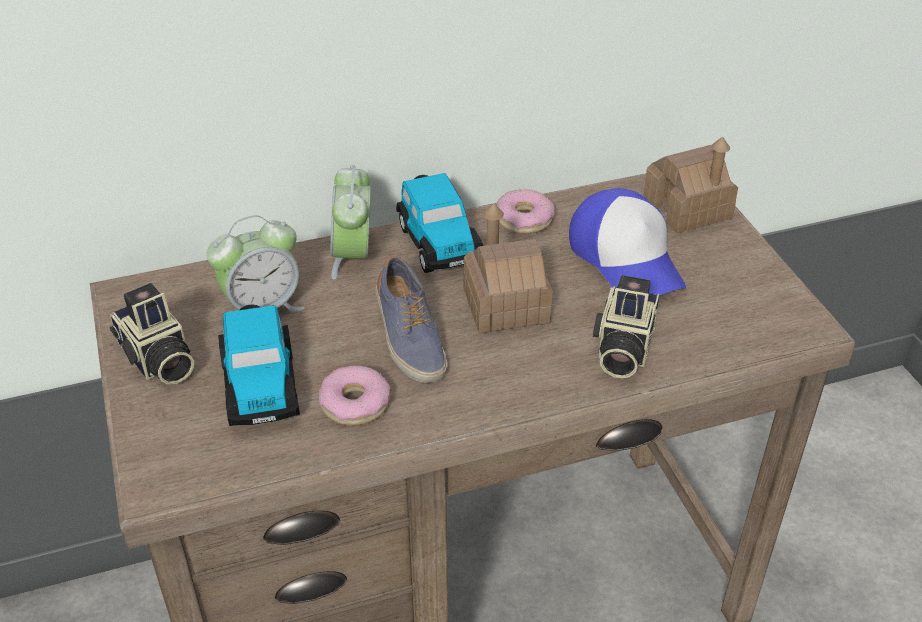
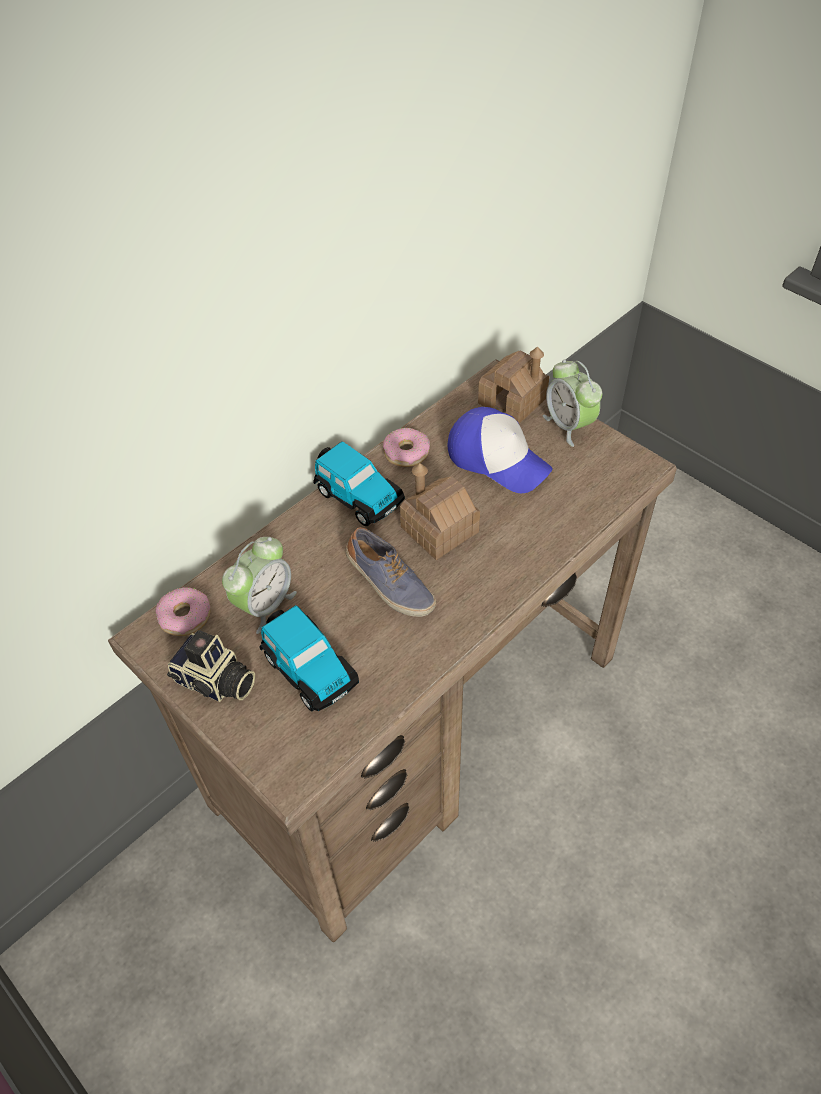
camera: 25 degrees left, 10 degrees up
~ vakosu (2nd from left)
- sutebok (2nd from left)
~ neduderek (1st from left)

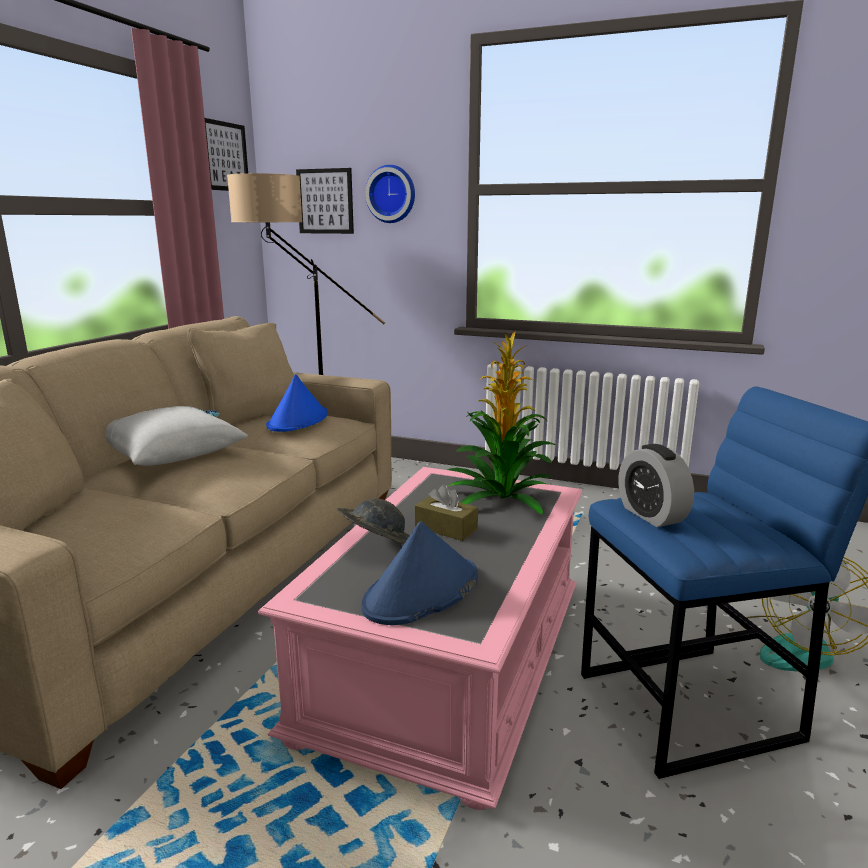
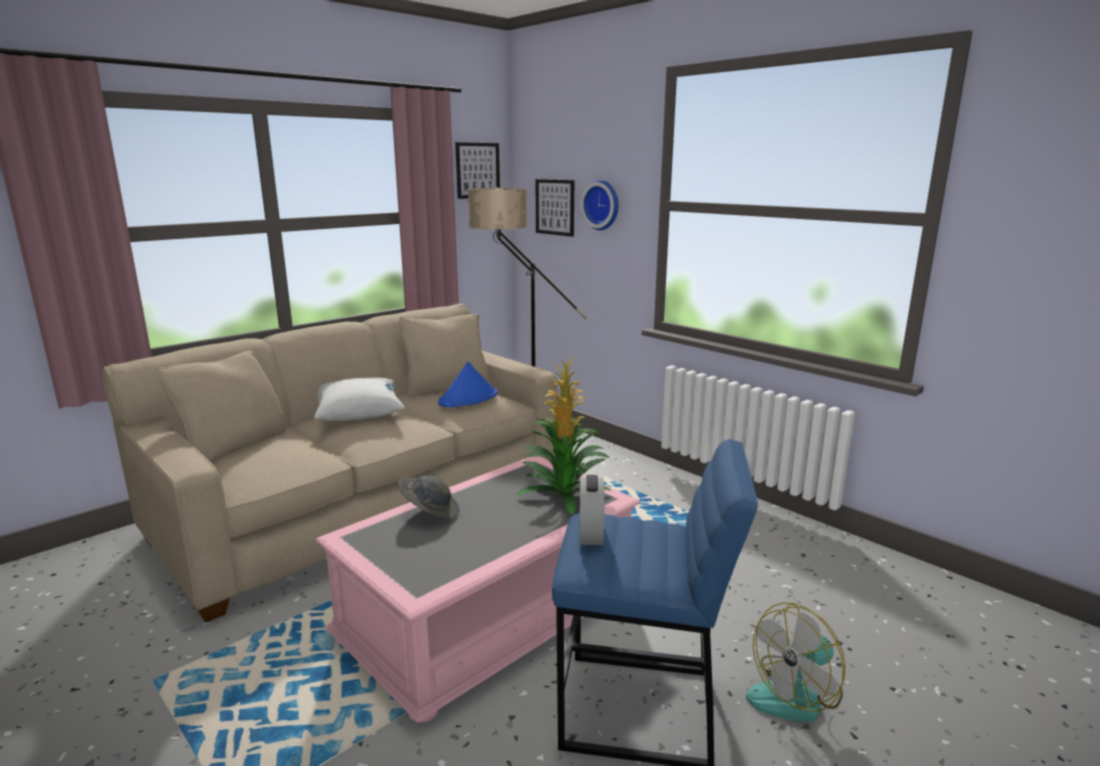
camera: 25 degrees right, 0 degrees up
- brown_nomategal
- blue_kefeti (2nd from left)

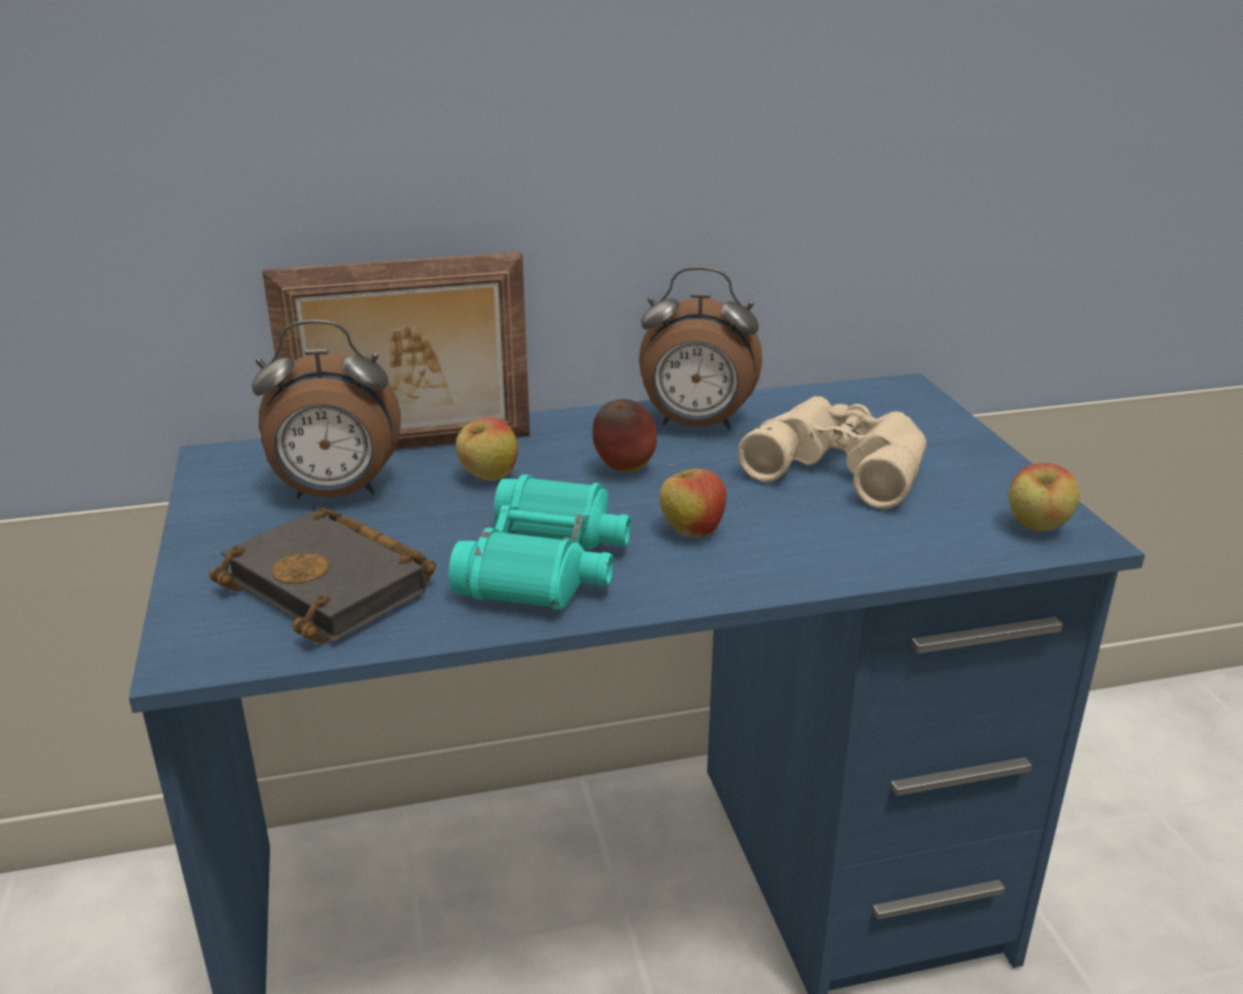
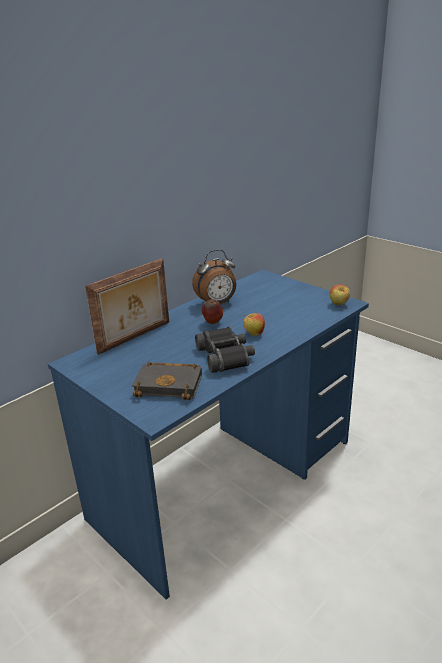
camera: 30 degrees left, 0 degrees up
- vakosu (1st from left)
- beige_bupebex
- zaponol (1st from left)
~ turquoise_bupebex to black_bupebex

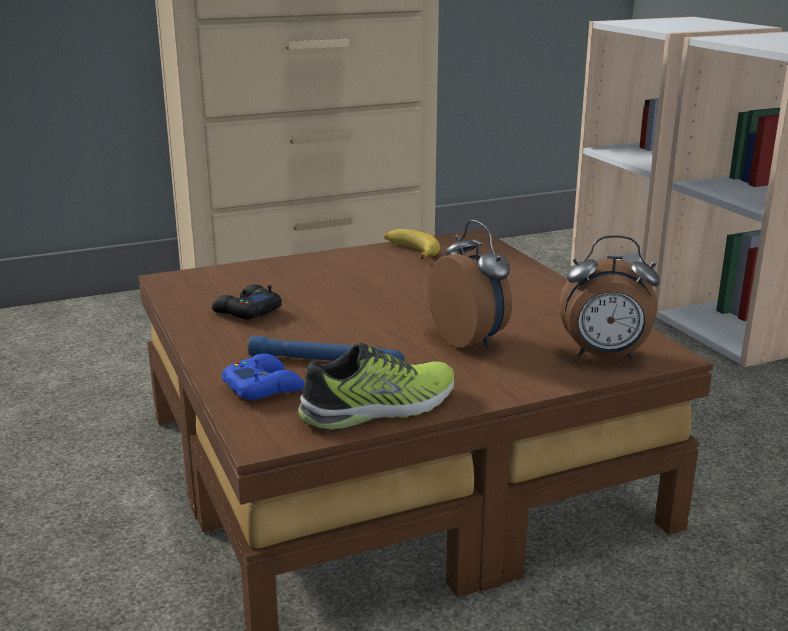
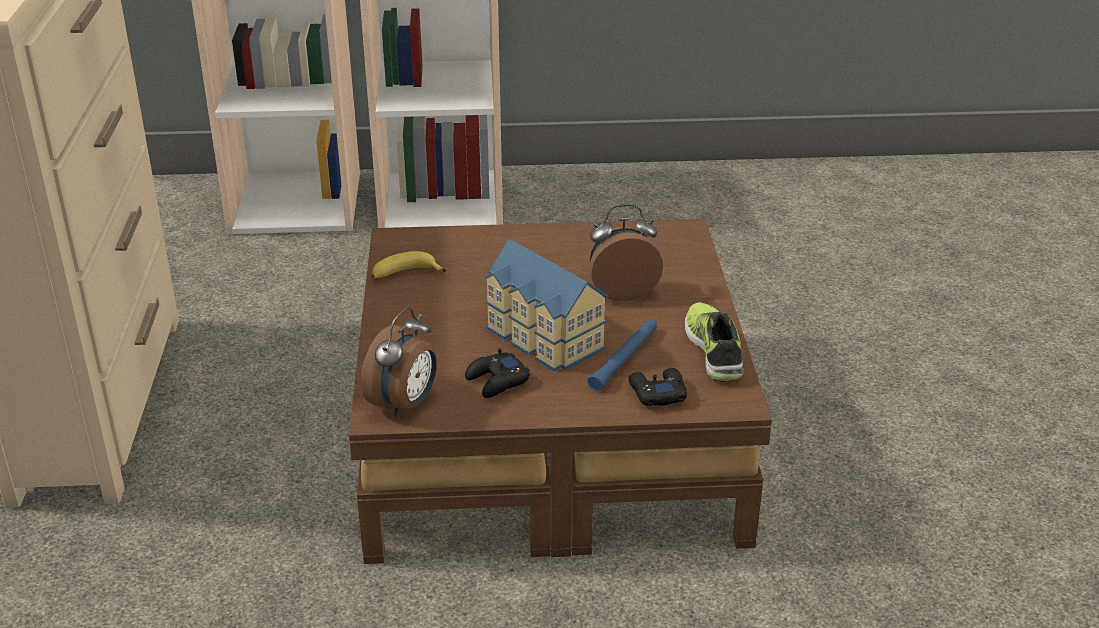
camera: 70 degrees left, 10 degrees up
~ vakosu (2nd from left in the first image) to vakosu (1st from left)
~ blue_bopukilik to black_bopukilik (2nd from left)
+ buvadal

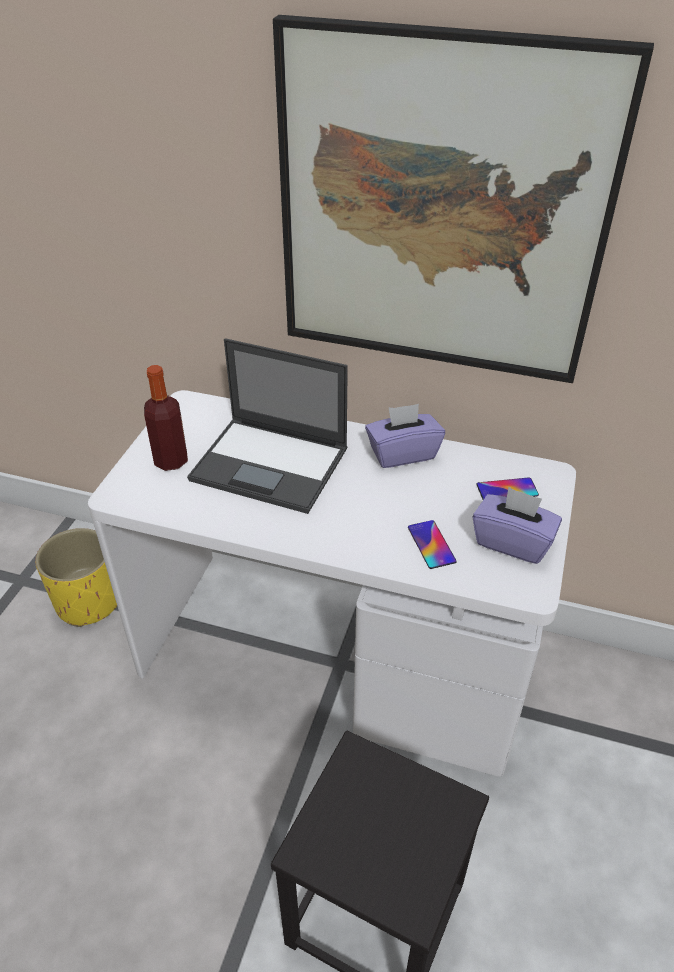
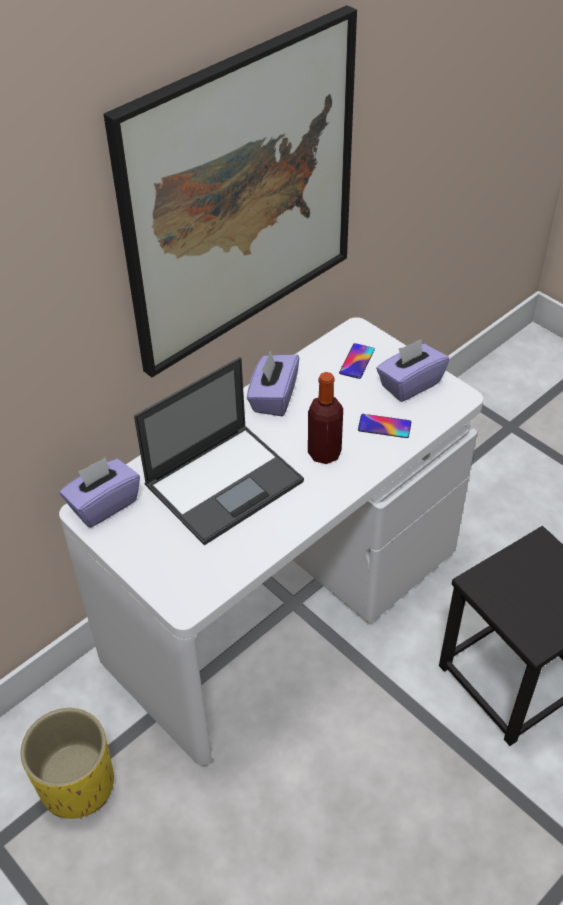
camera: 60 degrees left, 5 degrees up
~ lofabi
+ purple_nomategal (1st from left)

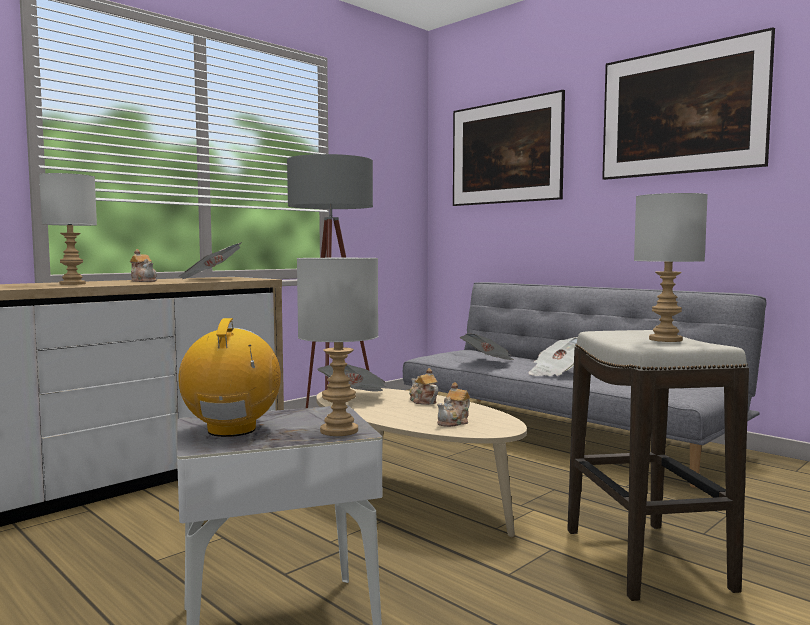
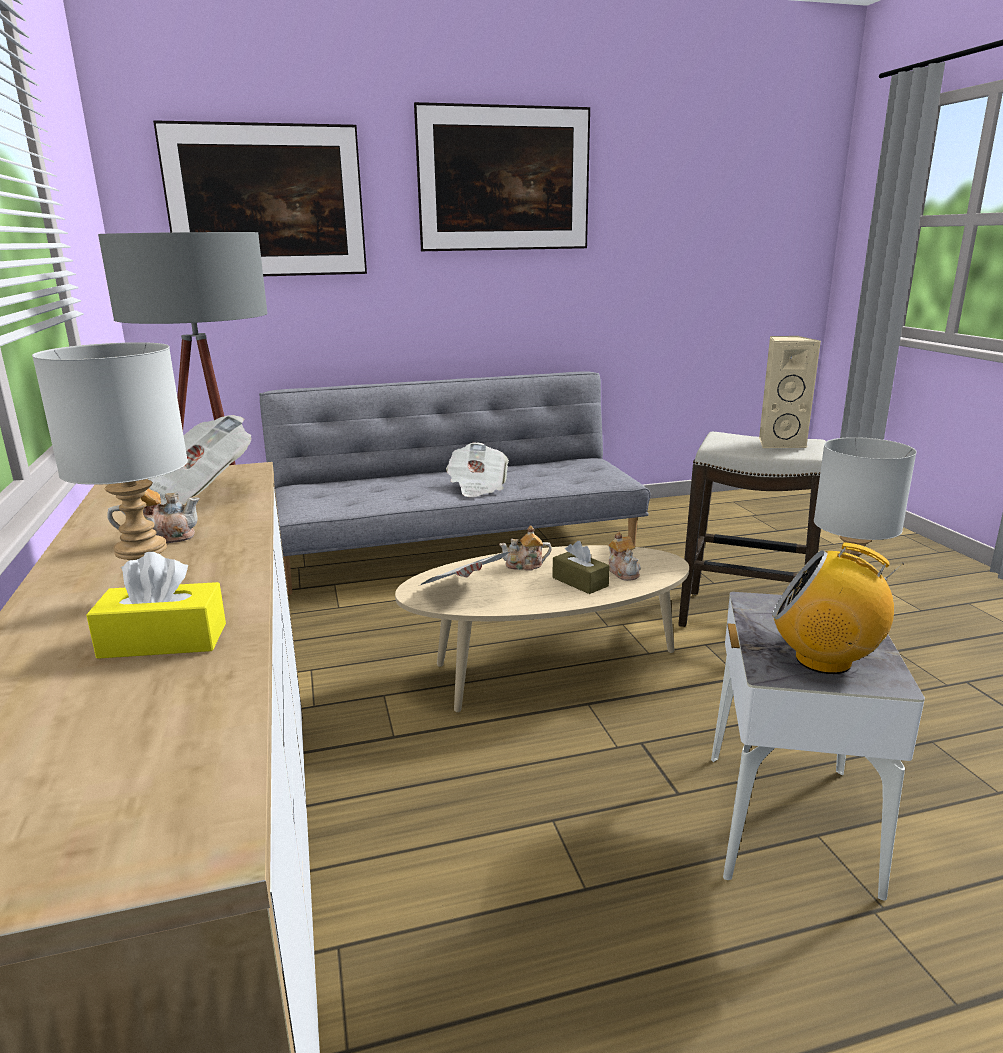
camera: 60 degrees left, 15 degrees up
~ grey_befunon (3rd from left) to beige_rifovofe
- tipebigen (3rd from left)
+ brown_nomategal
+ yellow_nomategal

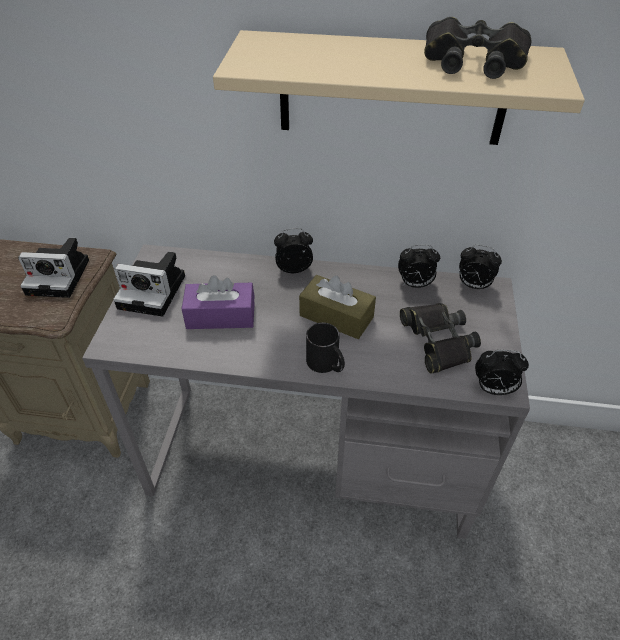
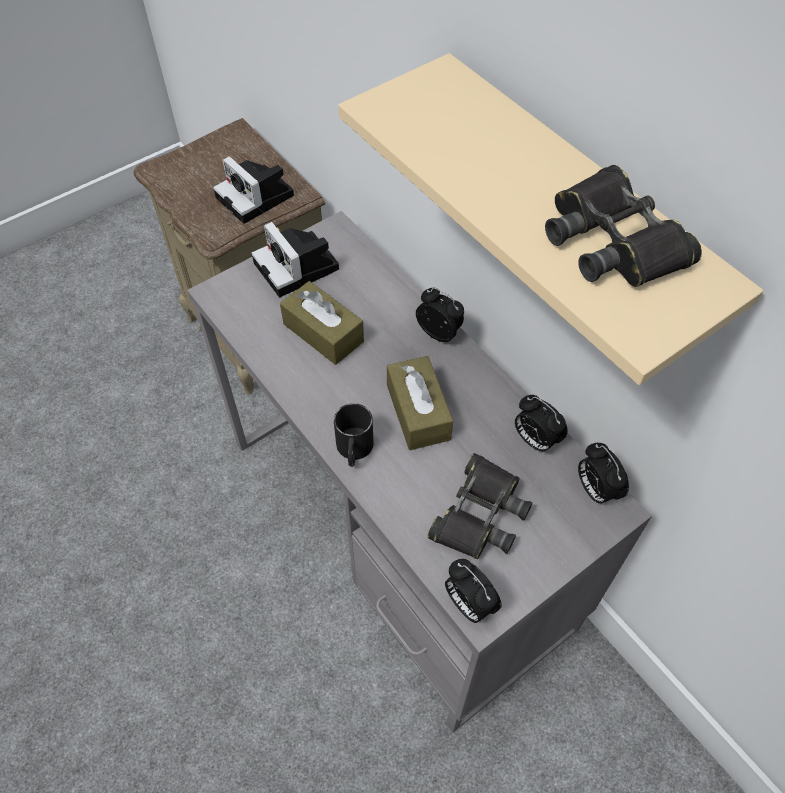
camera: 45 degrees right, 10 degrees up
~ purple_nomategal to brown_nomategal (1st from left)

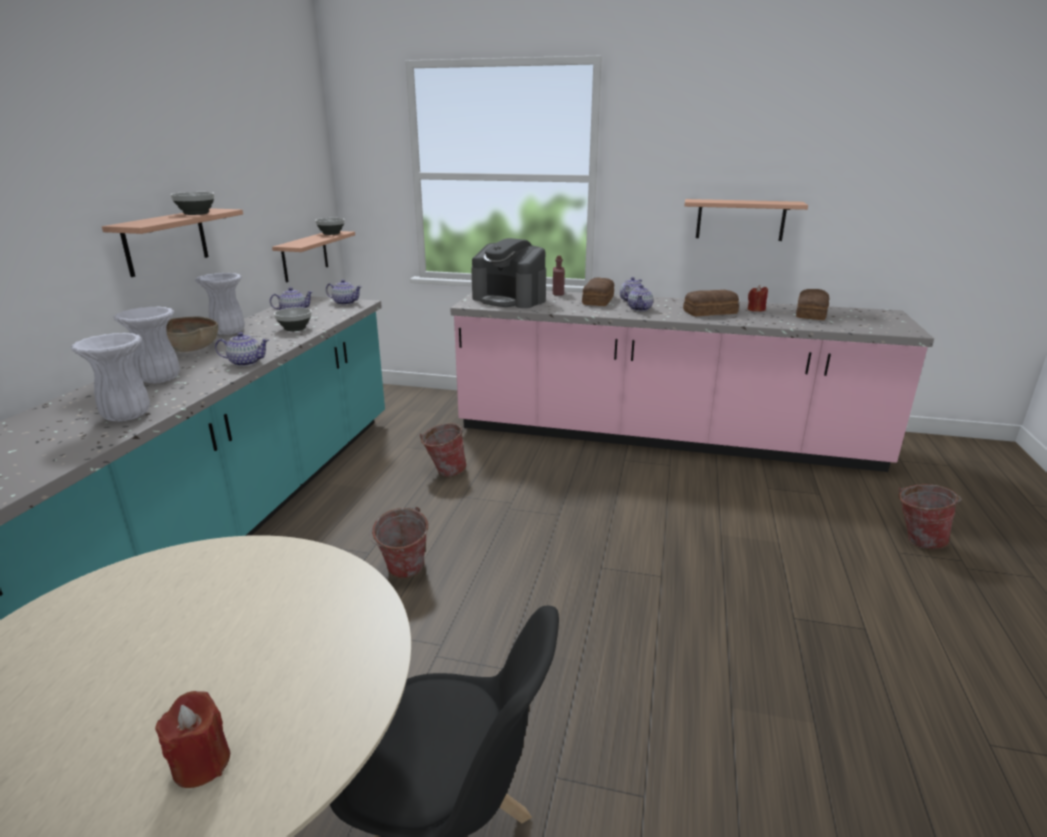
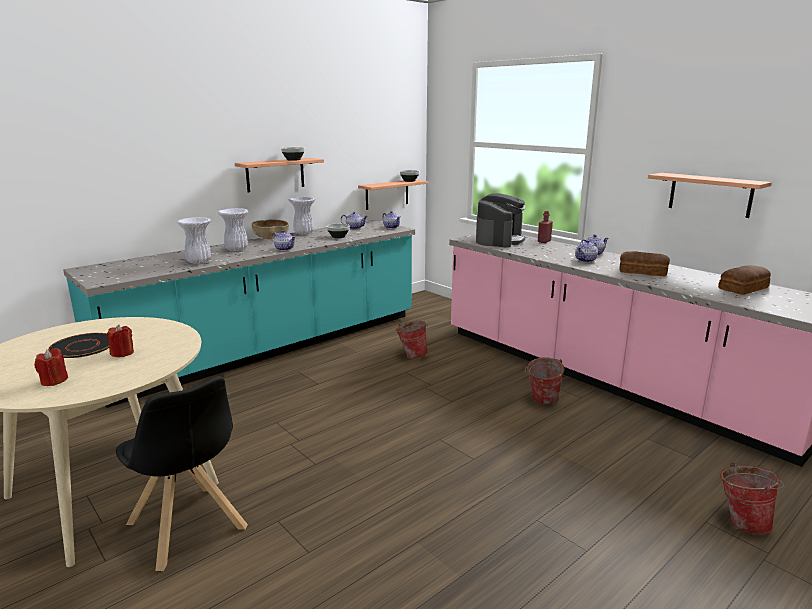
camera: 35 degrees right, 5 degrees down
~ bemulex 135 degrees counterclockwise
- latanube (1st from left)
~ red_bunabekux (2nd from left)
~ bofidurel (1st from left in the first image) to bofidurel (2nd from left)
+ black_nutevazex

